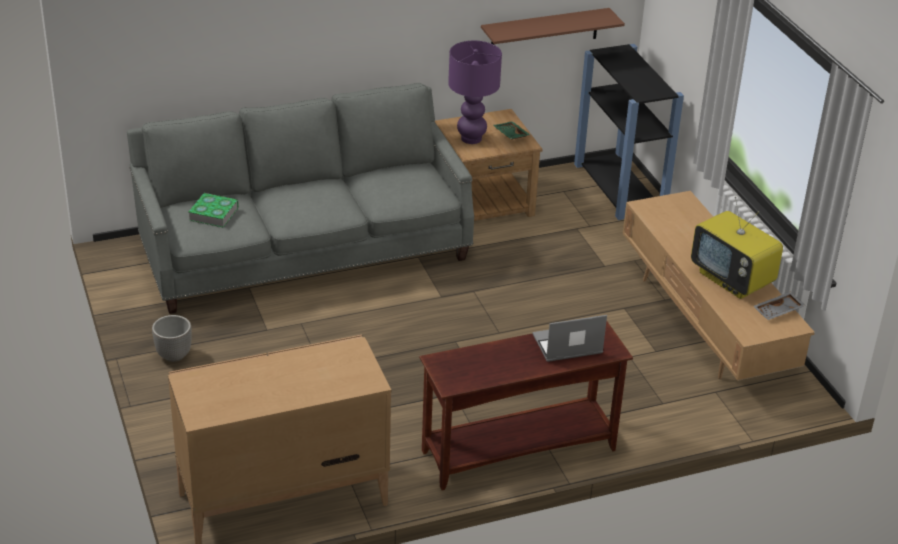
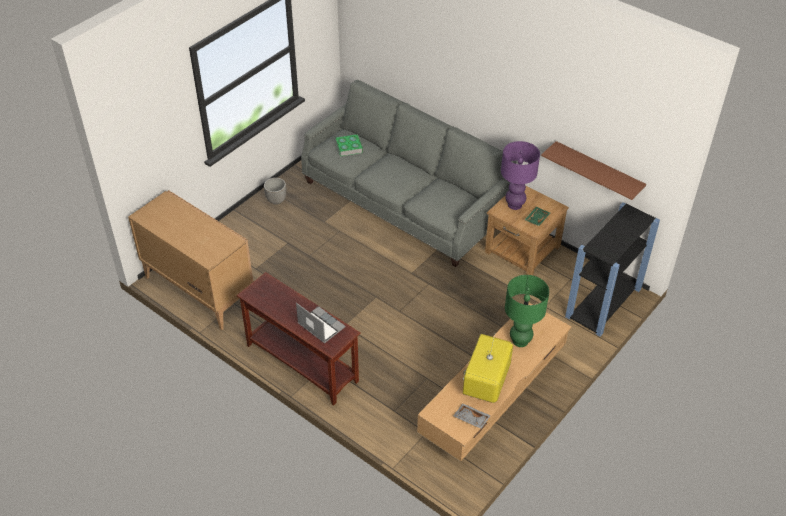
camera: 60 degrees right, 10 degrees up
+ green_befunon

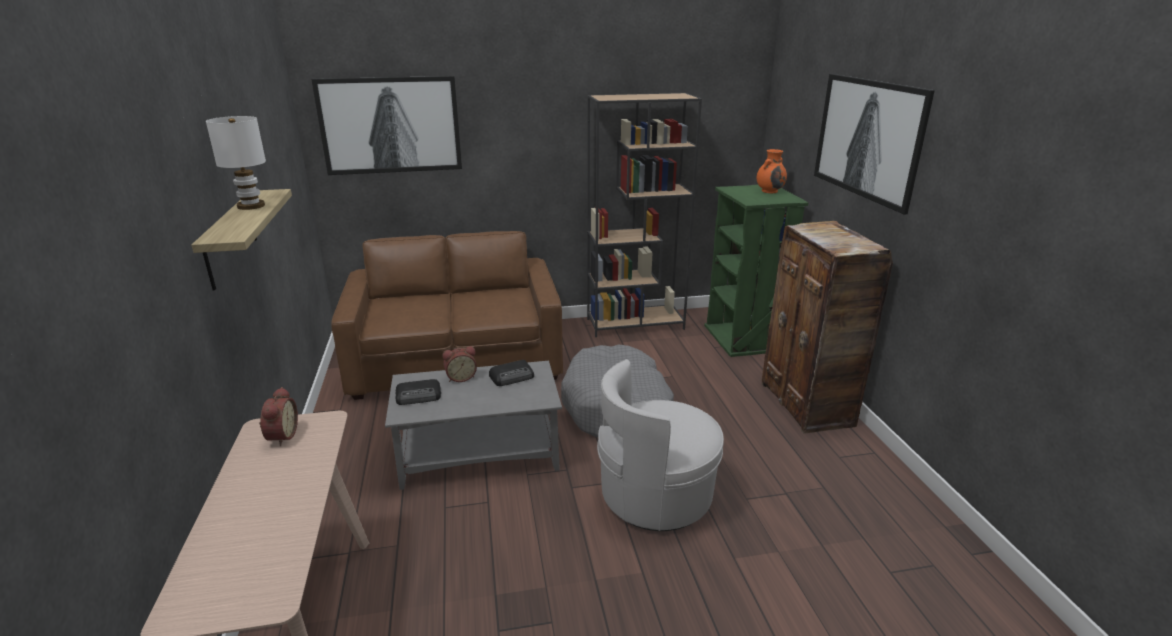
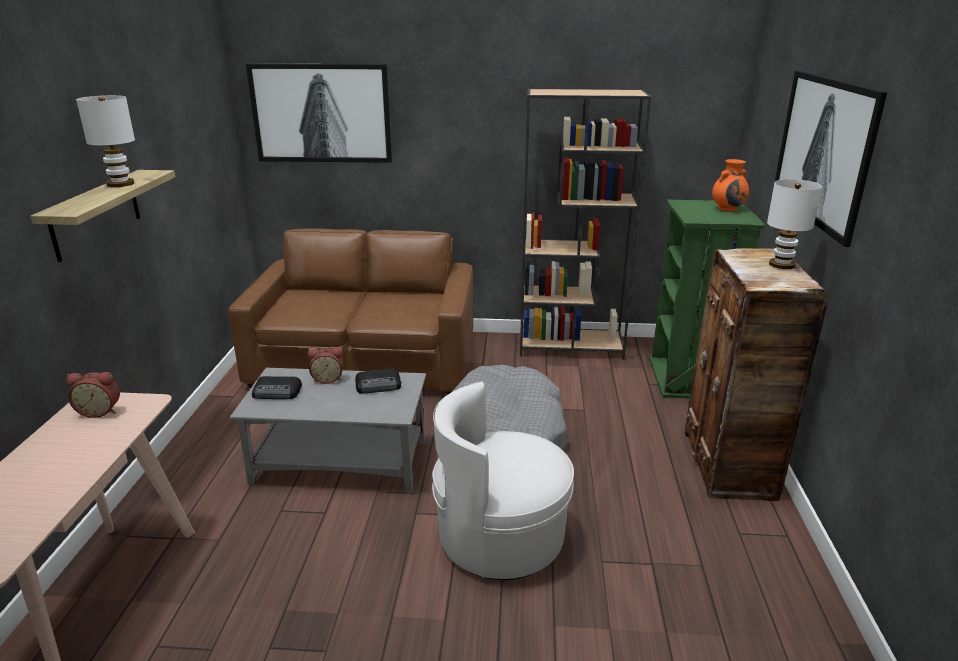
camera: 15 degrees right, 0 degrees up
~ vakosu (1st from left) 75 degrees clockwise
+ white_befunon (2nd from left)

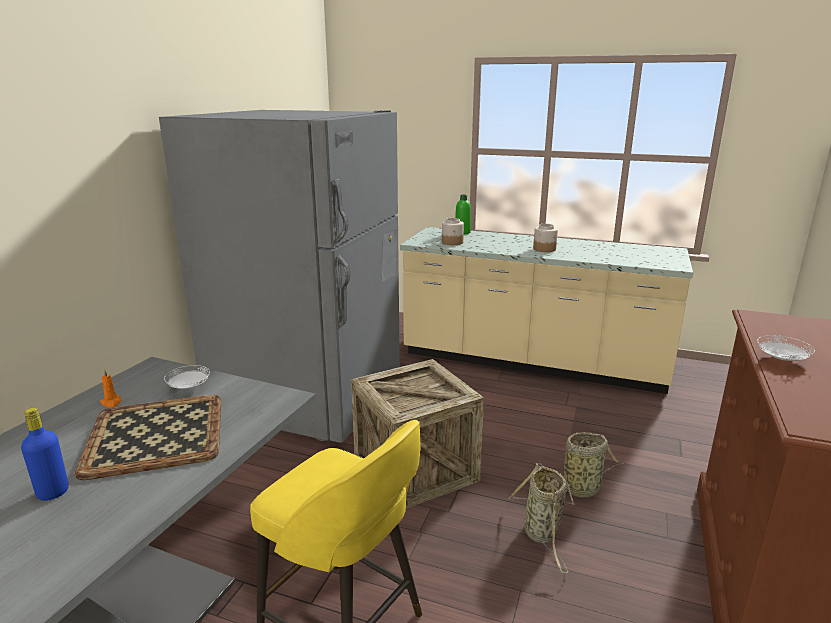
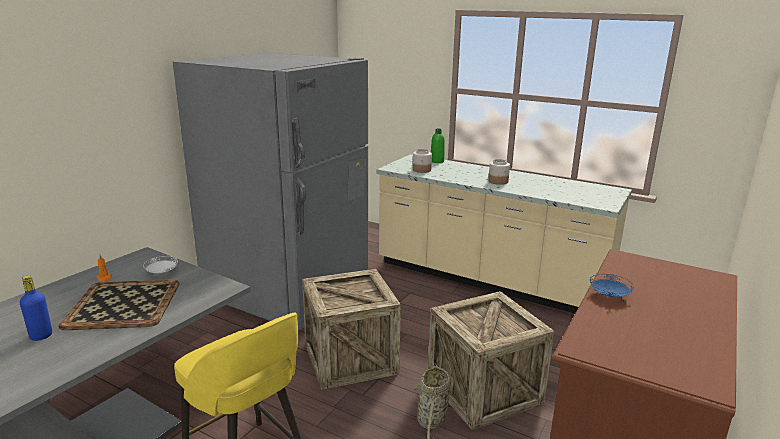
camera: 10 degrees right, 0 degrees up
~ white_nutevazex (2nd from left) to blue_nutevazex
~ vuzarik (2nd from left) to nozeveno (2nd from left)

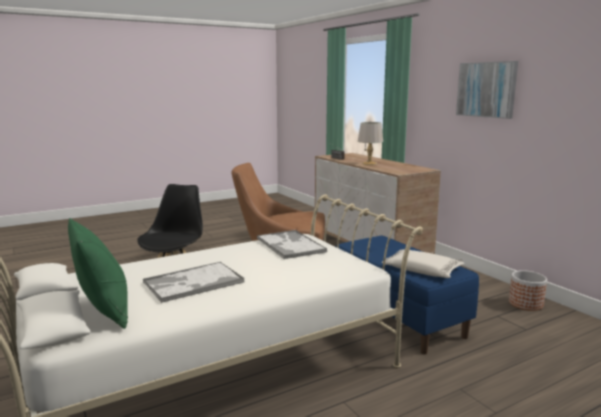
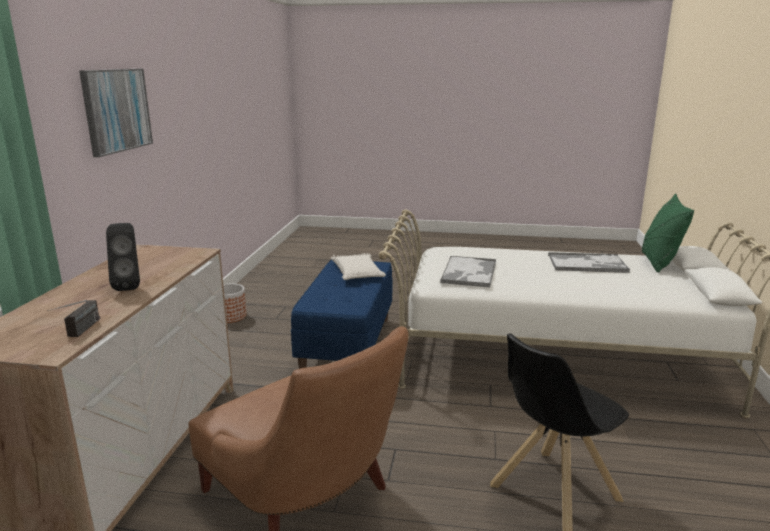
camera: 140 degrees left, 5 degrees up
~ grey_befunon to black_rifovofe

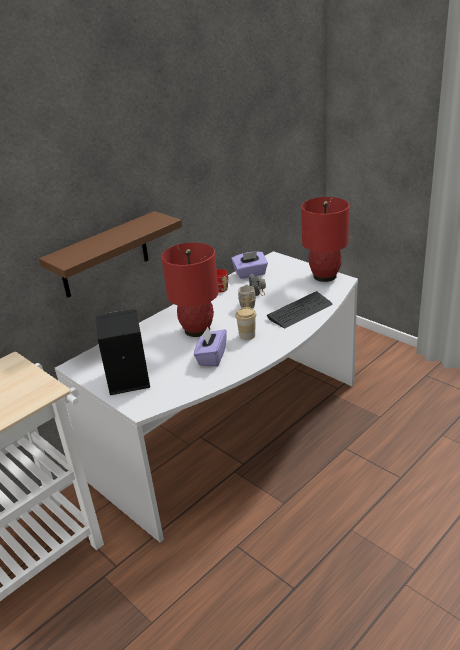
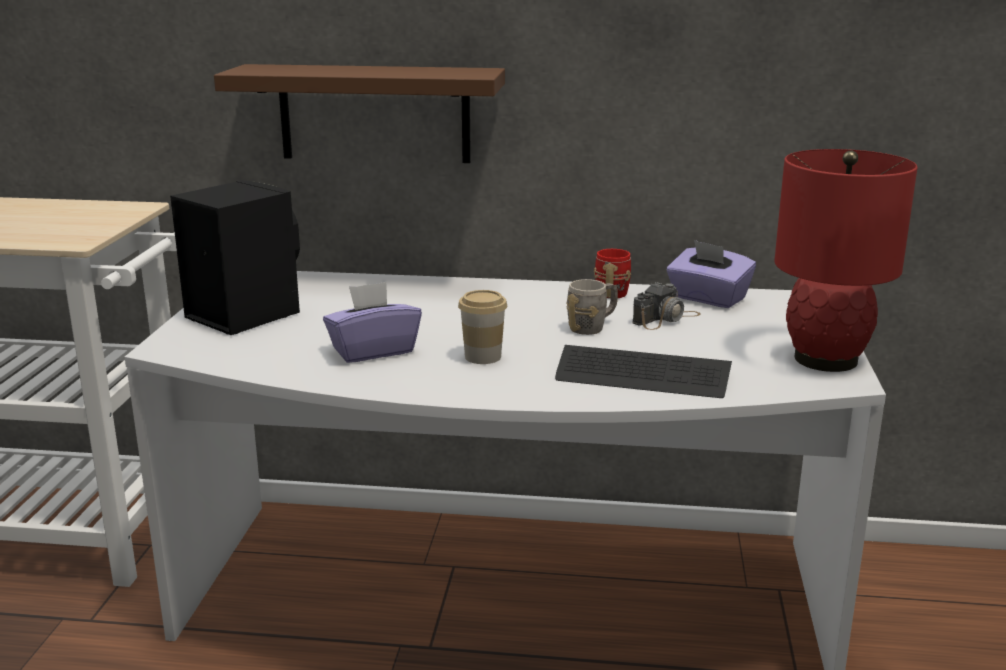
camera: 50 degrees right, 10 degrees down
- red_befunon (1st from left)

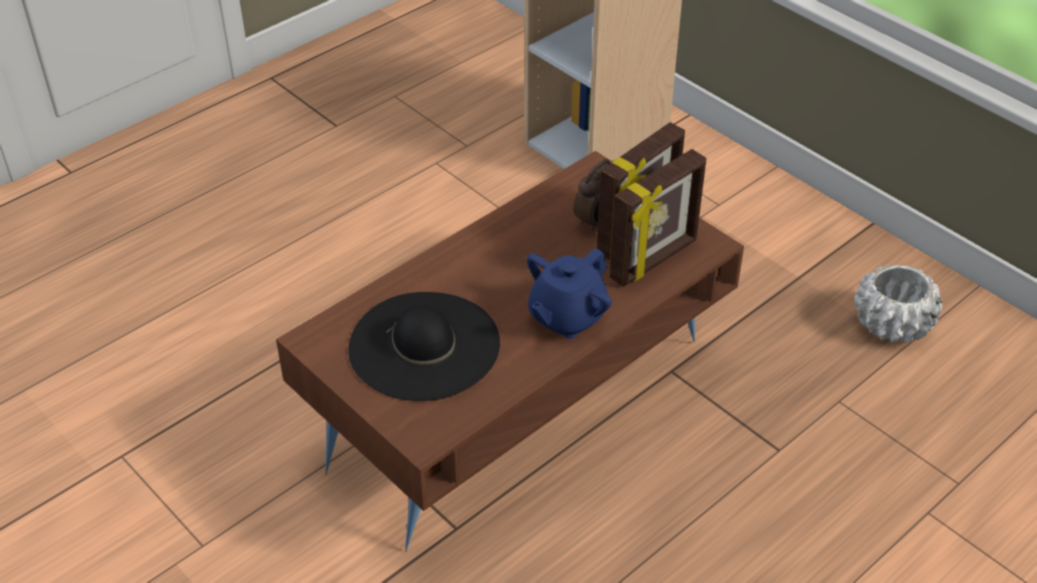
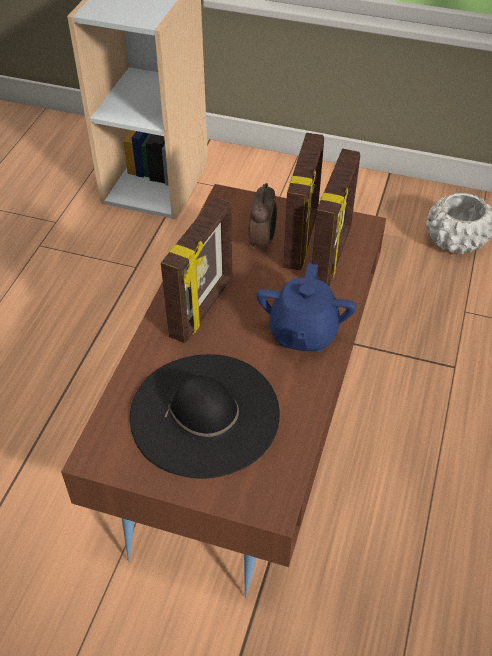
camera: 30 degrees left, 5 degrees up
+ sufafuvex (1st from left)

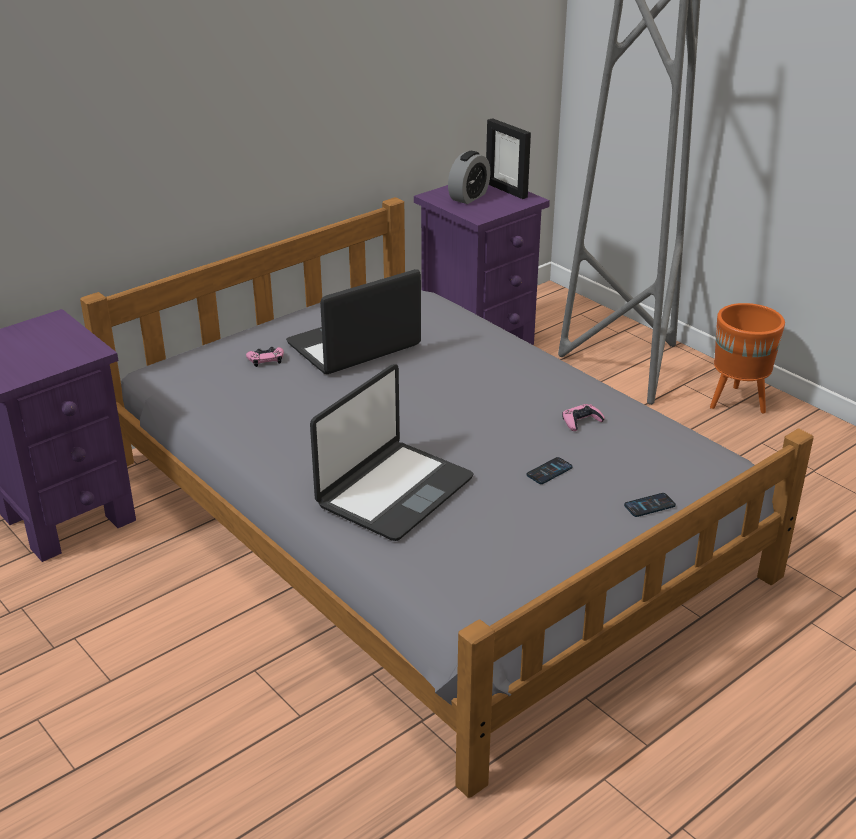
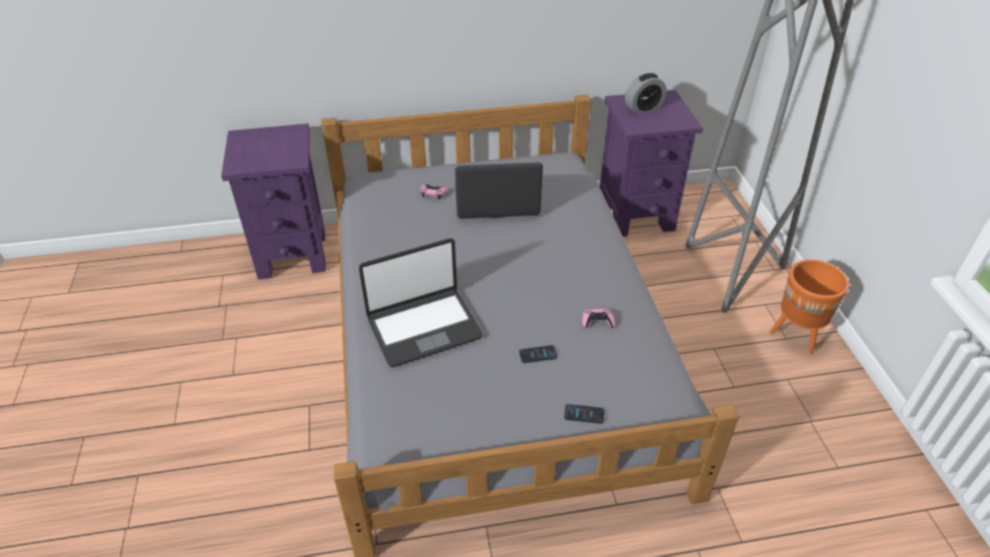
camera: 30 degrees right, 10 degrees up
- sufafuvex

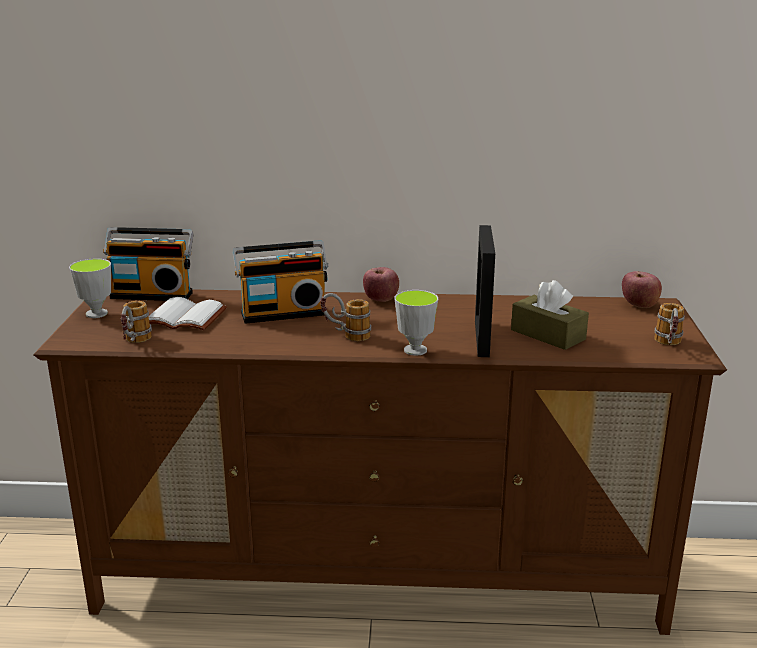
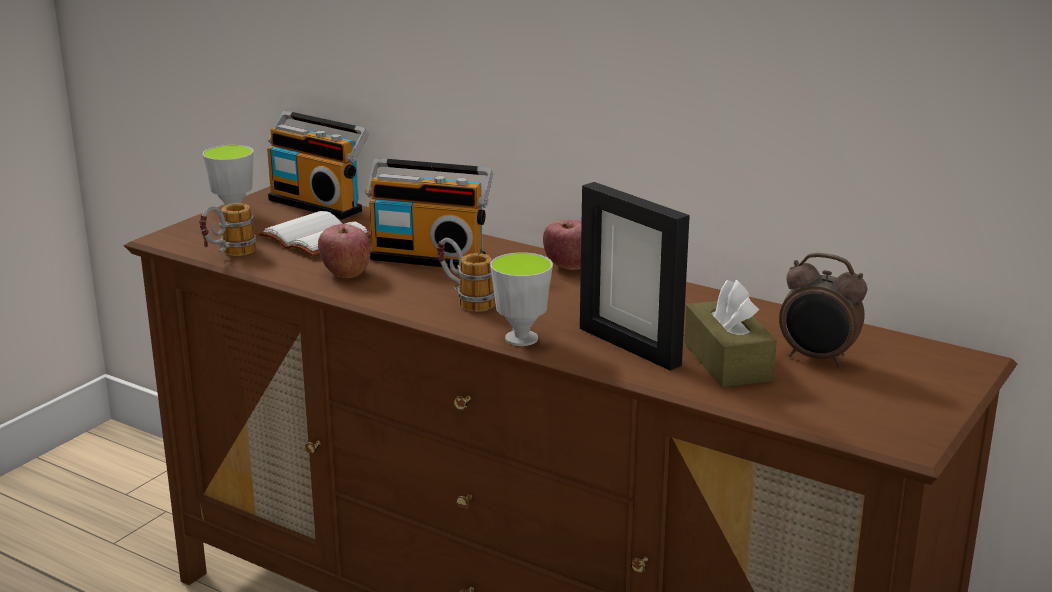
camera: 30 degrees right, 0 degrees up
~ sufafuvex 75 degrees counterclockwise
~ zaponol (2nd from left in the first image) to zaponol (1st from left)
- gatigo (3rd from left)
+ vakosu

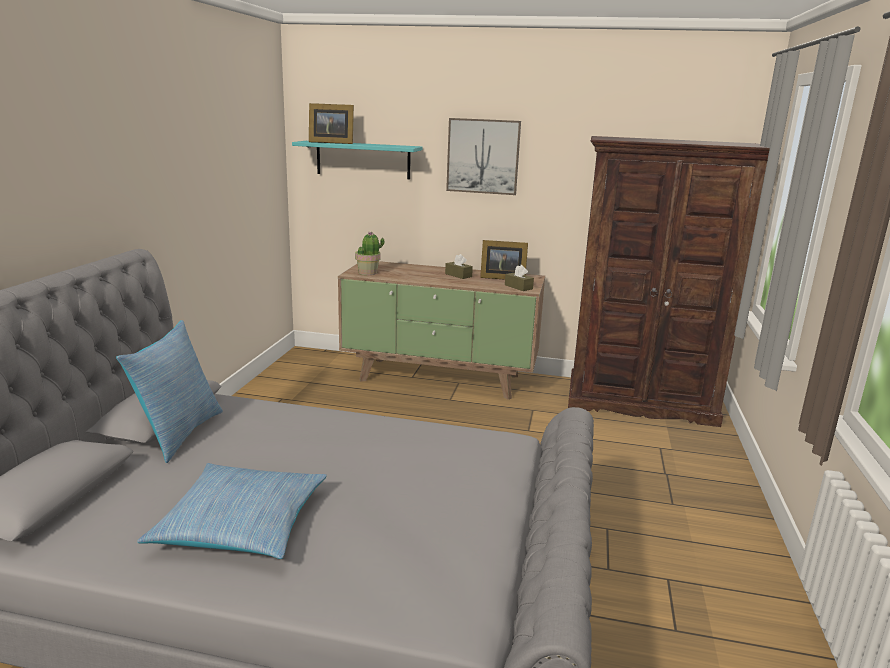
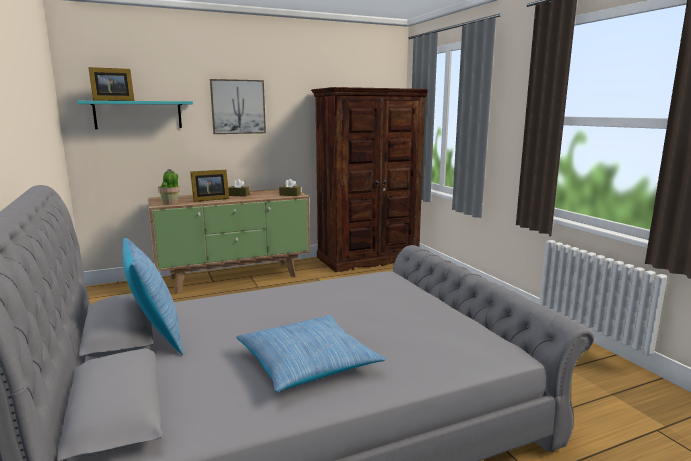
camera: 35 degrees left, 5 degrees down
~ sufafuvex (2nd from left)

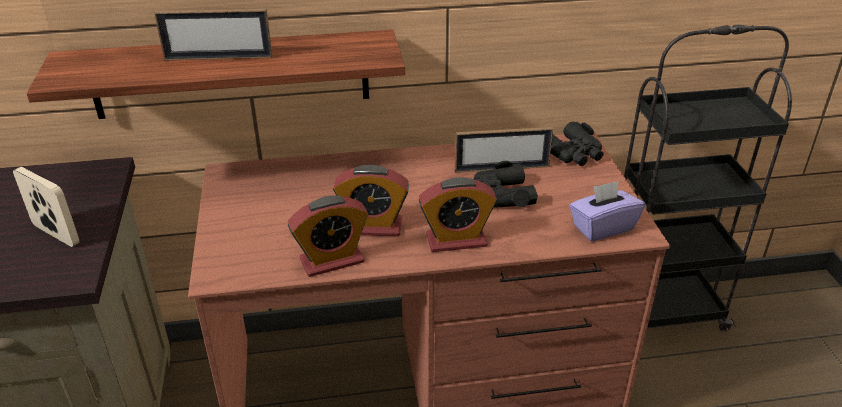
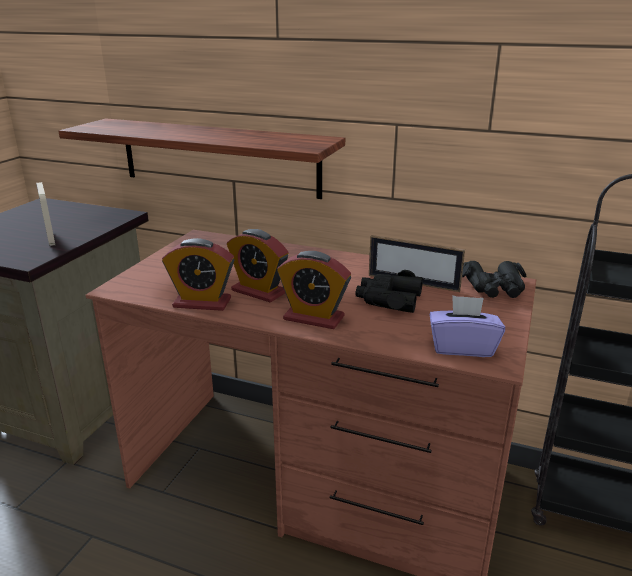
camera: 30 degrees right, 10 degrees down
- sufafuvex (2nd from left)

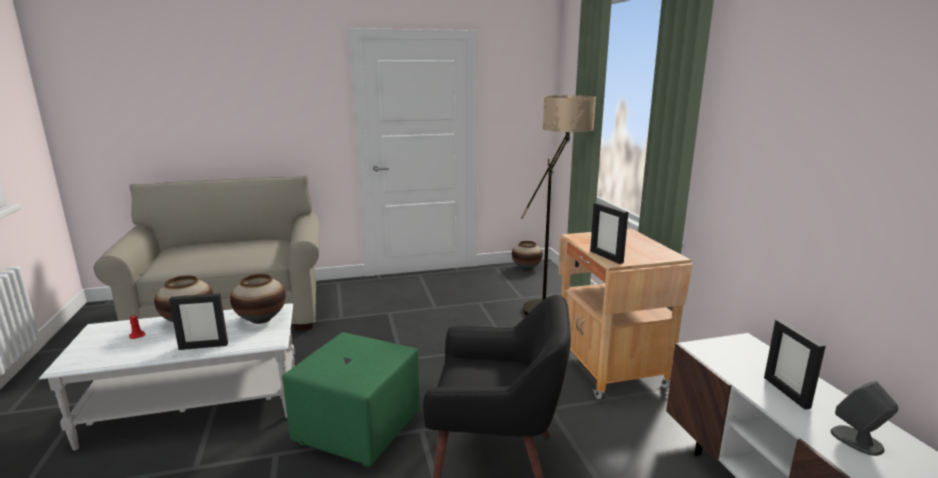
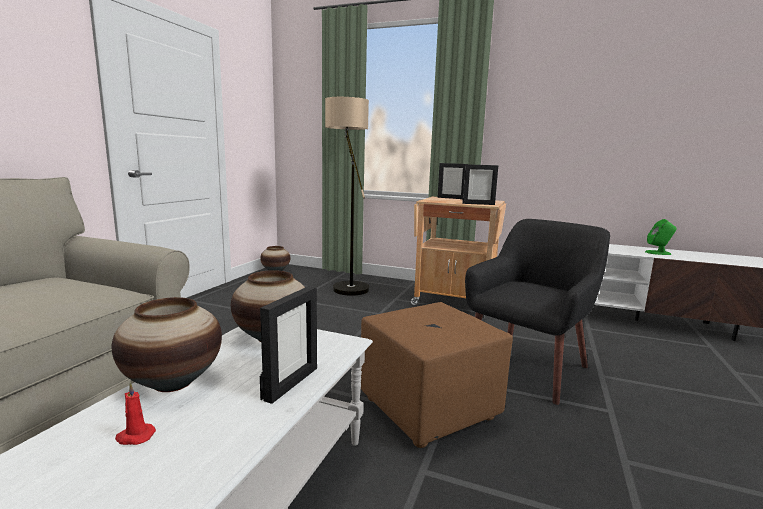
camera: 55 degrees left, 5 degrees down
~ sufafuvex (3rd from left in the first image) to sufafuvex (2nd from left)
~ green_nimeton to brown_nimeton
~ grey_rifovofe to green_rifovofe

